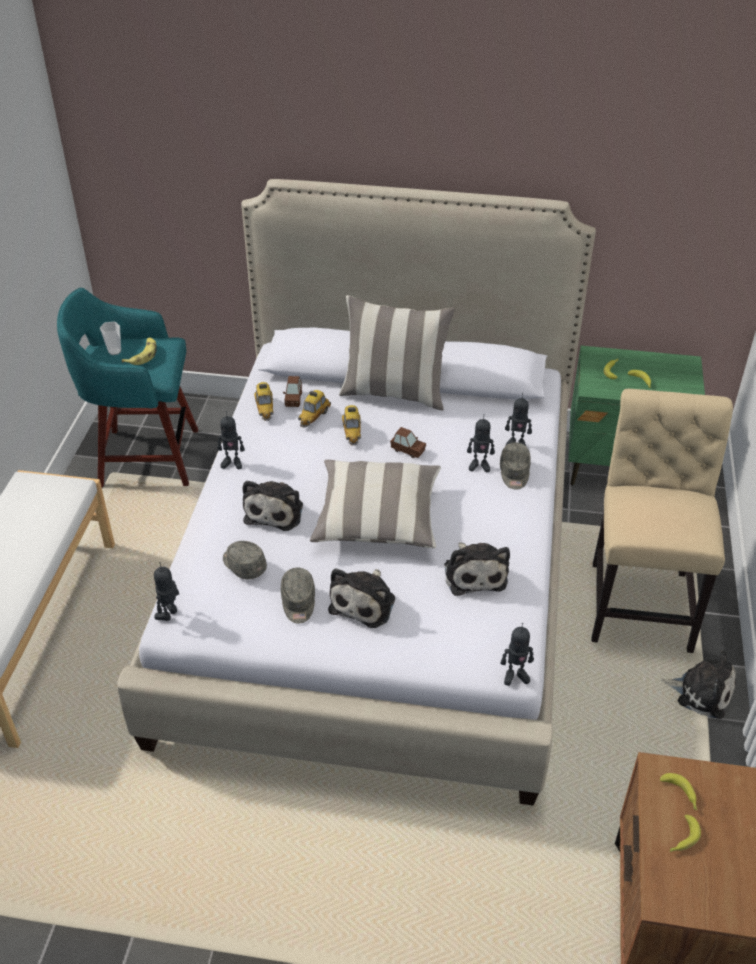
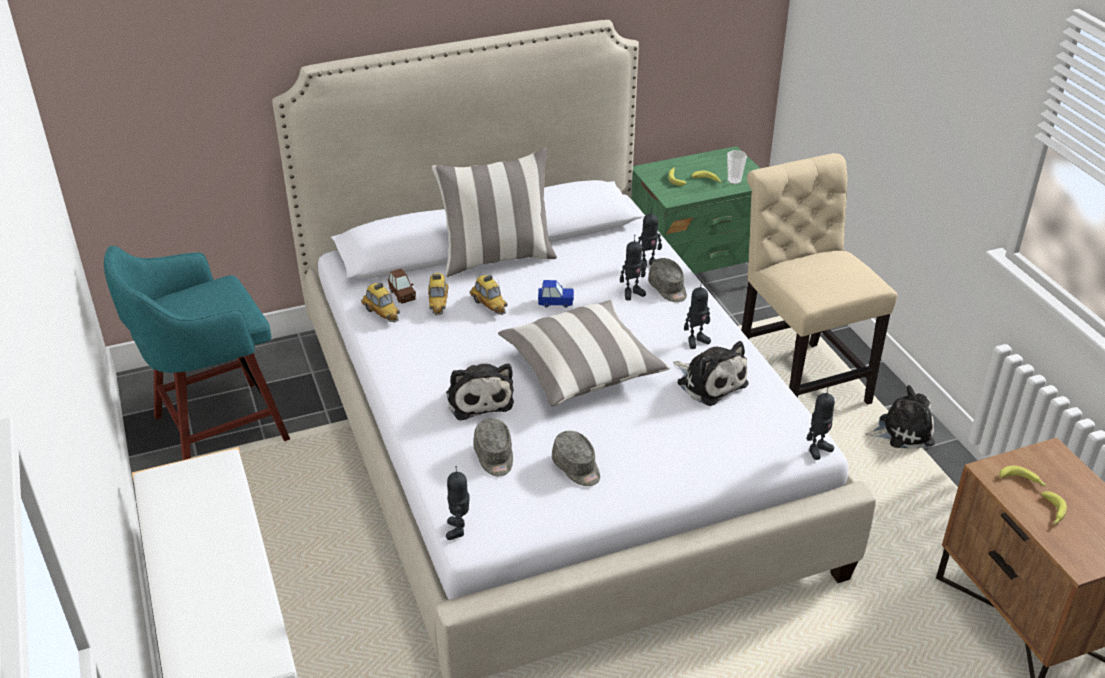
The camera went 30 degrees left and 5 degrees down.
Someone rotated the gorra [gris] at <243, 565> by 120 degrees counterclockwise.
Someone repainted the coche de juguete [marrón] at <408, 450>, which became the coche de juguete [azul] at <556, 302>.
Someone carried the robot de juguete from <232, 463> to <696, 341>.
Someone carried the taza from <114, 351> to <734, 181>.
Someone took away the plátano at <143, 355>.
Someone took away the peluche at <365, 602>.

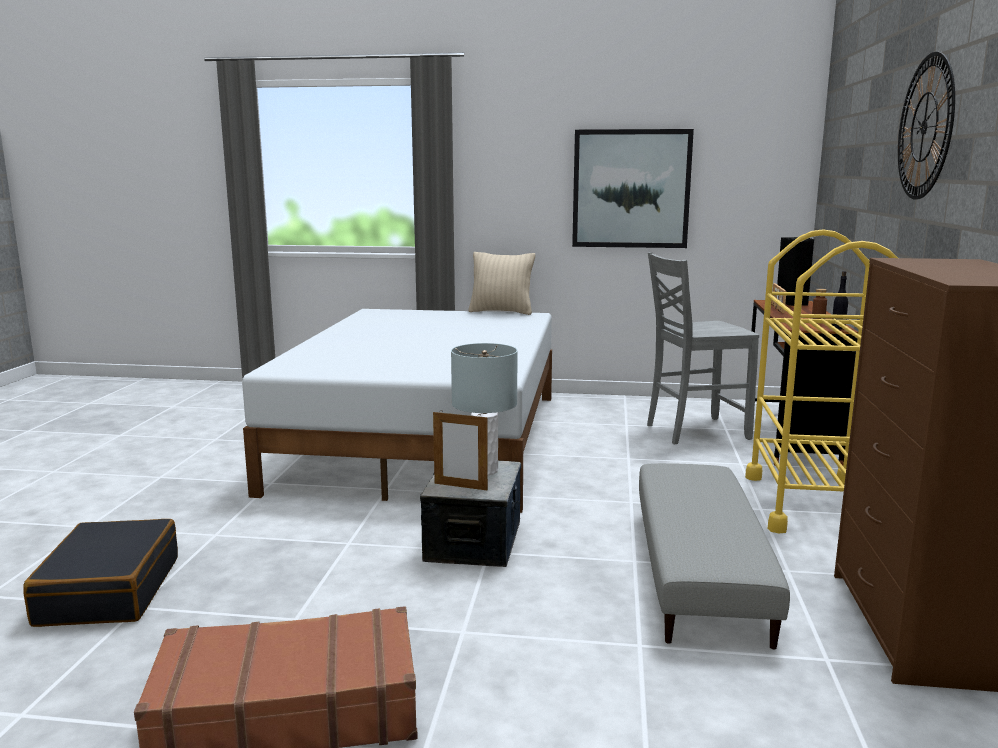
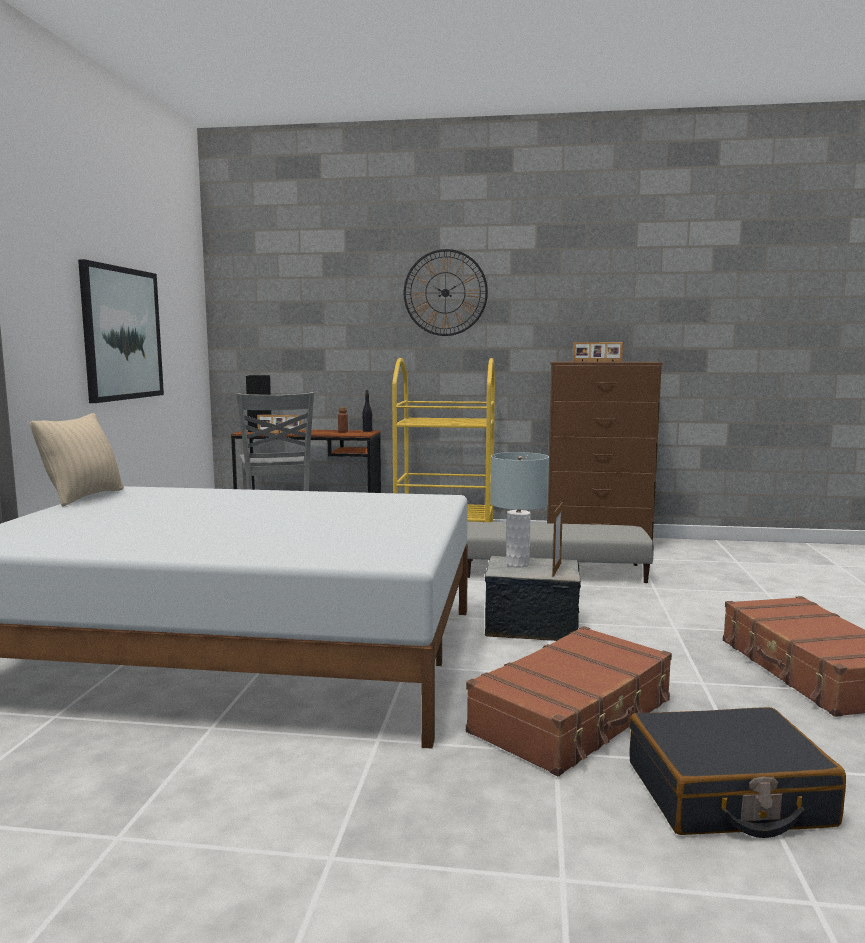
The camera went 90 degrees left and 5 degrees down.
Someone put down the maleta [marrón] at <573, 717>.
Someone put down the portarretratos at <597, 361>.

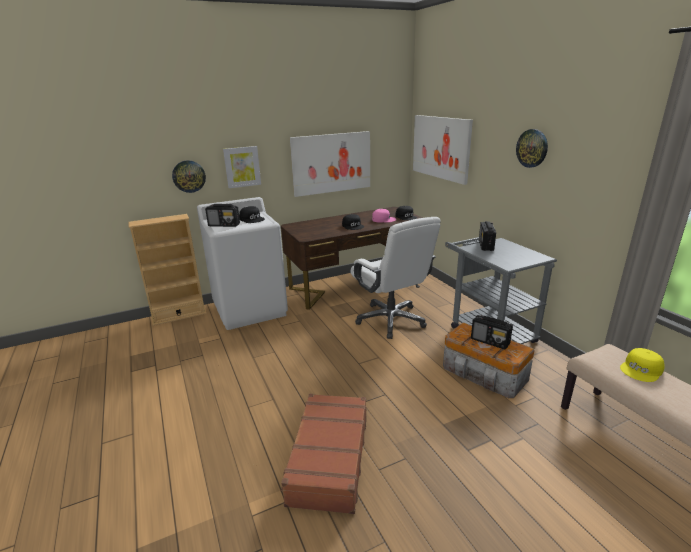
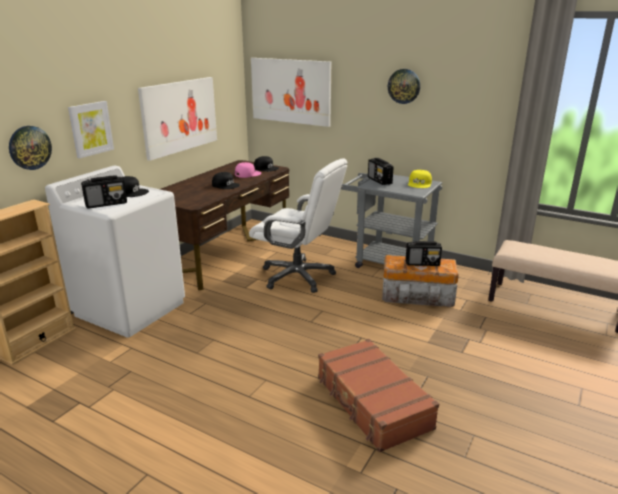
The camera went 35 degrees left and 0 degrees up.
Someone carried the gorra [amarillo] from <642, 370> to <420, 184>.

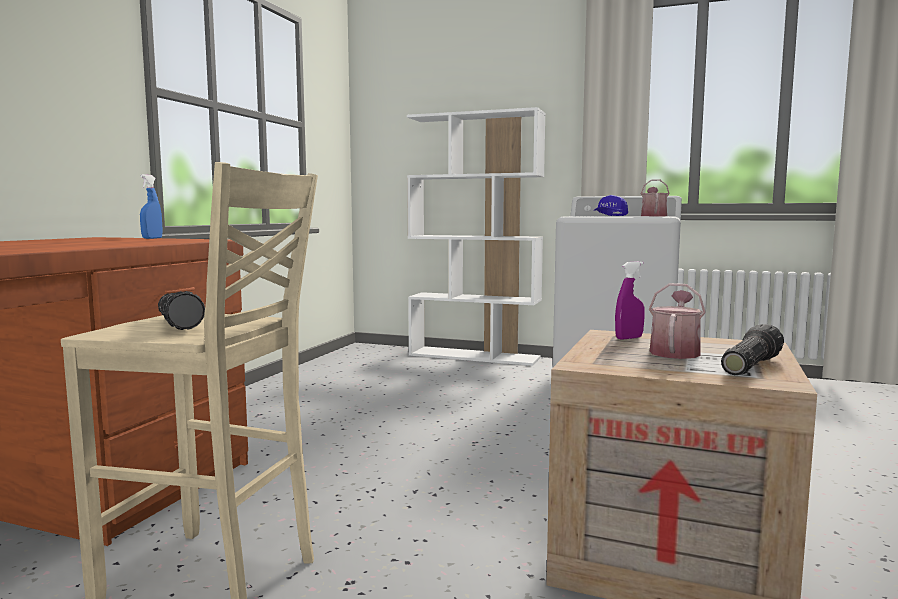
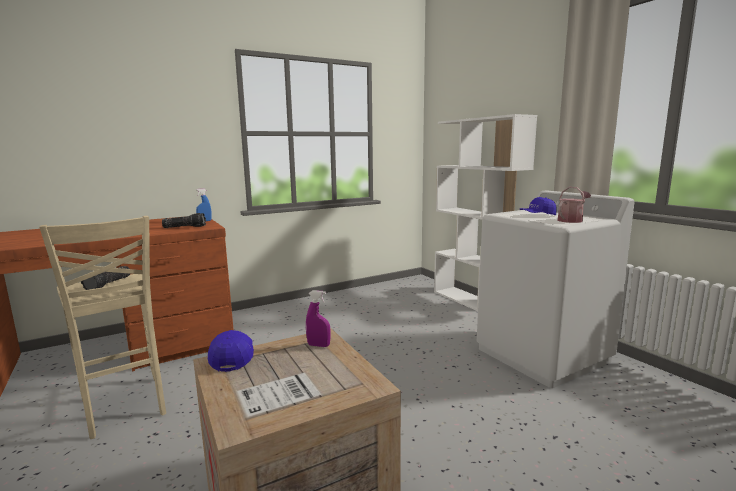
The camera went 40 degrees right and 5 degrees up.
Someone carried the linterna from <748, 365> to <185, 227>.
Someone put down the gorra [azul] at <233, 357>.
Someone took away the regadera at <675, 351>.

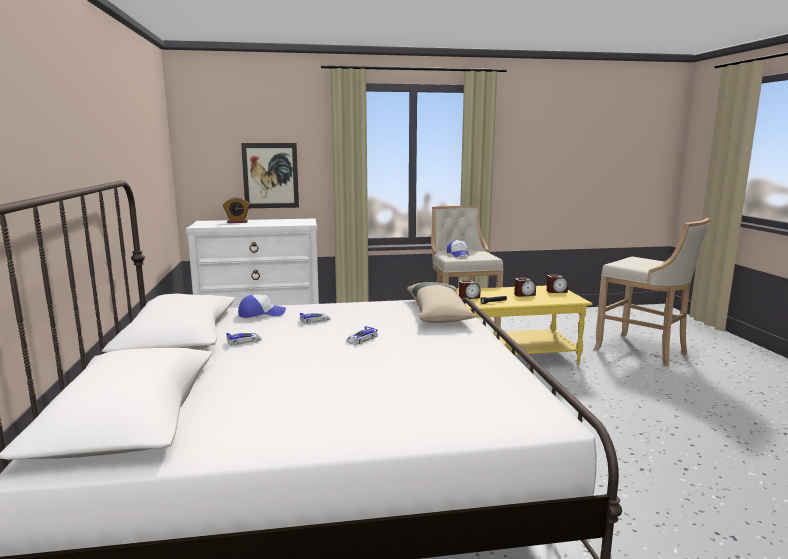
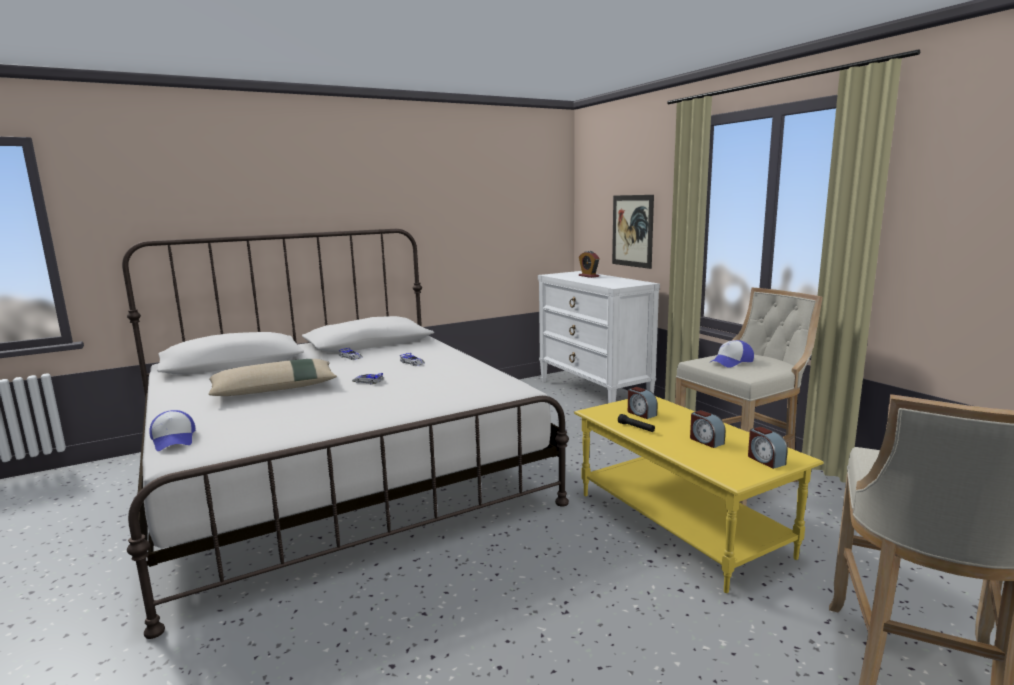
The camera went 70 degrees right and 0 degrees up.
Someone carried the gorra from <261, 314> to <174, 439>.
Someone carried the cojín [beis] from <439, 312> to <275, 389>.

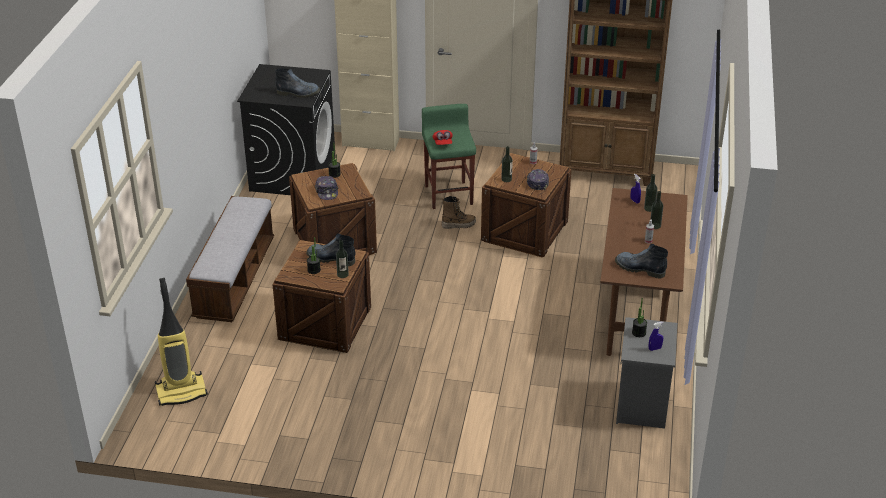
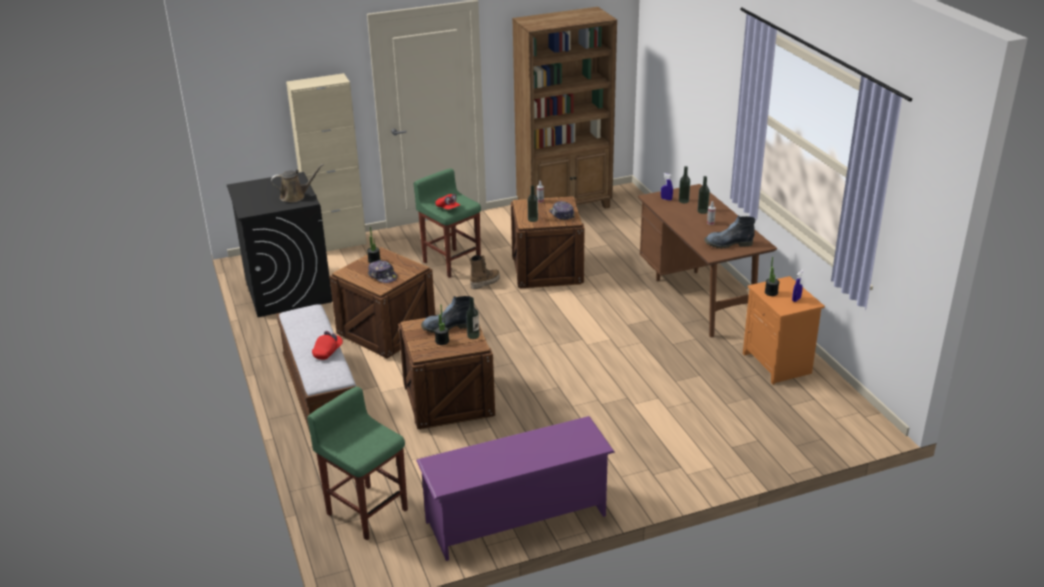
The camera went 30 degrees left and 5 degrees down.
Someone swapped the bota at <299, 93> for the regadera [marrón] at <295, 196>.
Someone swapped the aspiradora at <181, 392> for the taburete [verde] at <366, 511>.
Someone put down the gorra [rojo] at <328, 352>.
Someone put down the zapatero [morado] at <517, 519>.
Someone repainted the mesita de noche [gris] at <642, 406>, which became the mesita de noche [naranja] at <778, 364>.

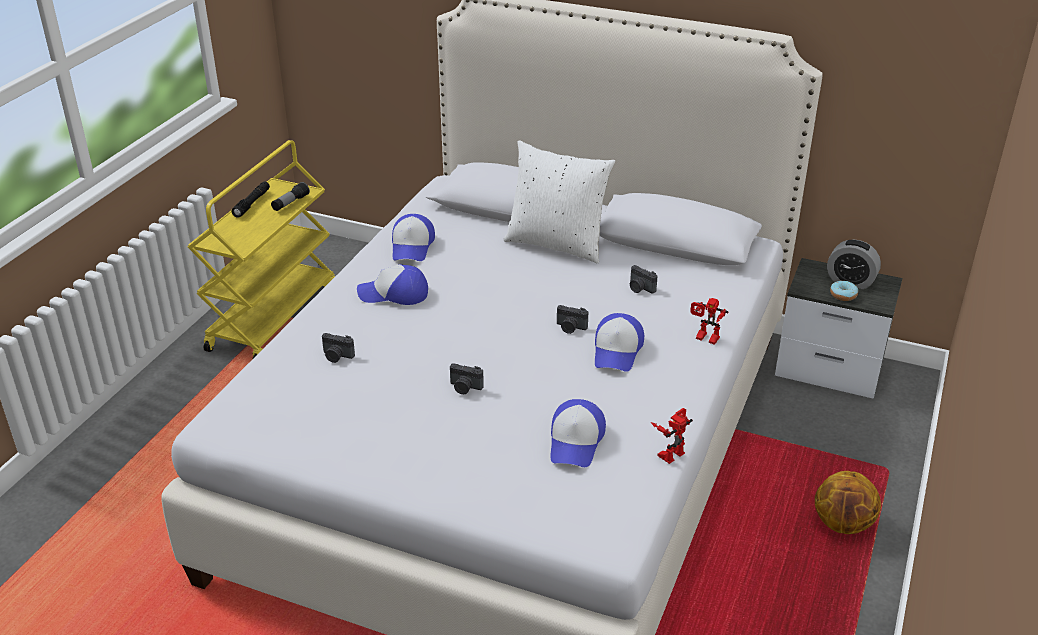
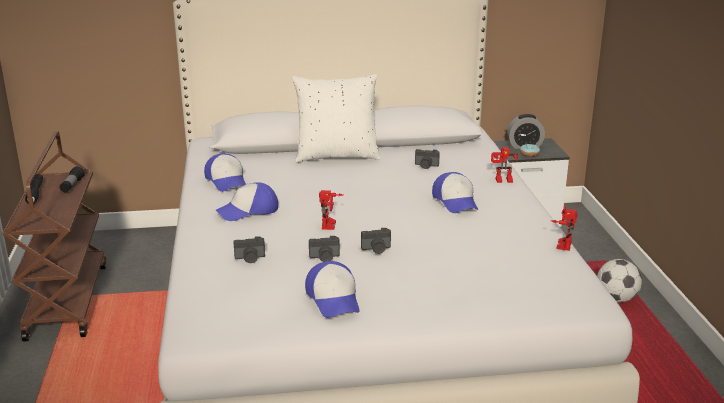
The camera went 30 degrees left and 10 degrees down.
Someone repainted the carrito [amarillo] at <273, 317>, which became the carrito [marrón] at <66, 300>.
Someone carried the gorra from <576, 441> to <334, 299>.
Someone carried the cámara from <570, 328> to <324, 258>.
Someone put down the robot de juguete at <331, 226>.
Someone swapped the balón de baloncesto at <843, 524> for the balón de fútbol at <616, 299>.

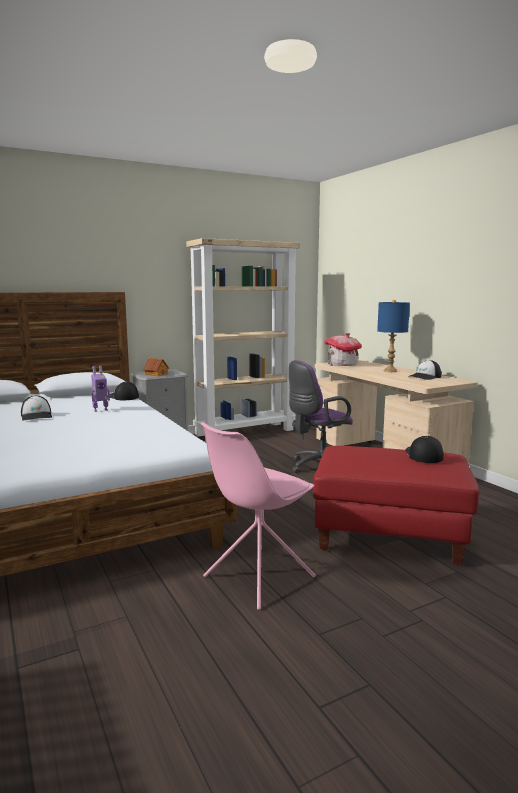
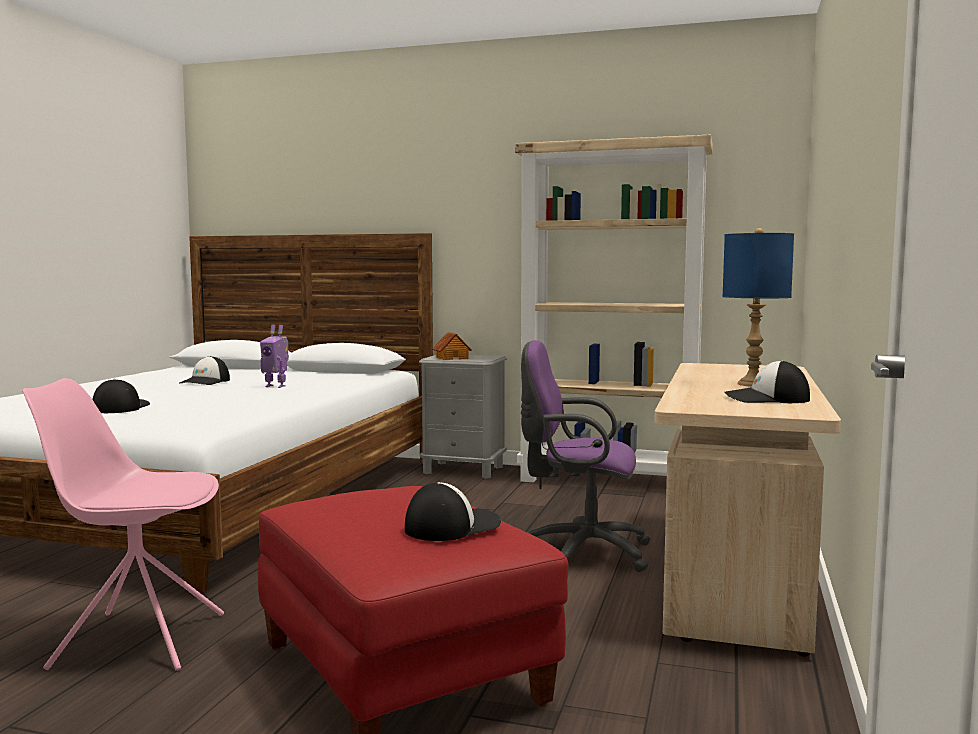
The camera went 45 degrees right and 5 degrees down.
Someone carried the gorra from <123, 397> to <120, 408>.
Someone took away the casita at <342, 364>.

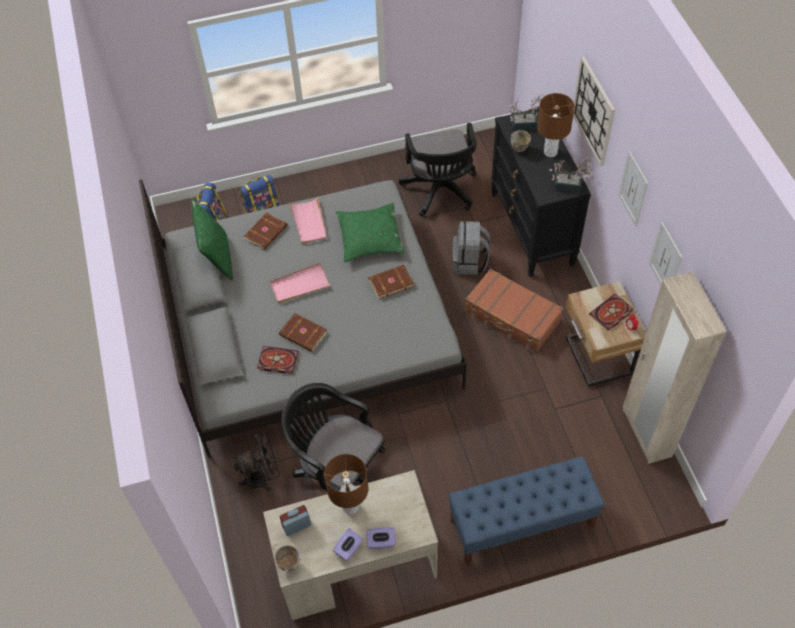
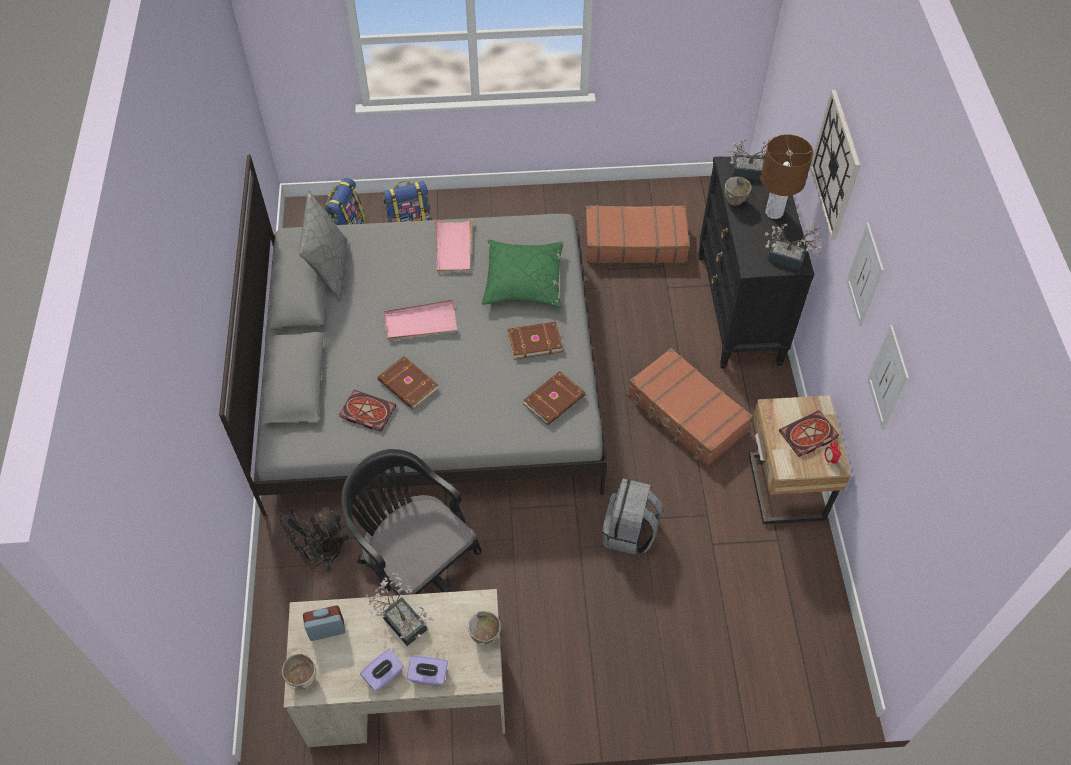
The camera went 10 degrees right and 0 degrees up.
Someone rotated the ventilador [negro] at <262, 477> by 150 degrees clockwise.
Someone repainted the cojín [verde] at <217, 257>, which became the cojín [gris] at <329, 270>.
Someone swapped the lámpara de mesa [marrón] at <350, 506> for the planta en maceta at <402, 620>.
Someone put down the cuenco at <484, 638>.
Someone carried the libro [marrón] from <266, 232> to <555, 400>.
Someone swapped the silla de oficina [negro] at <440, 192> for the maleta [marrón] at <634, 242>.
Someone carried the mochila [gris] from <470, 262> to <629, 532>.
Someone took away the banco [azul] at <521, 524>.
Someone took away the armario ropero [beis] at <646, 433>.

